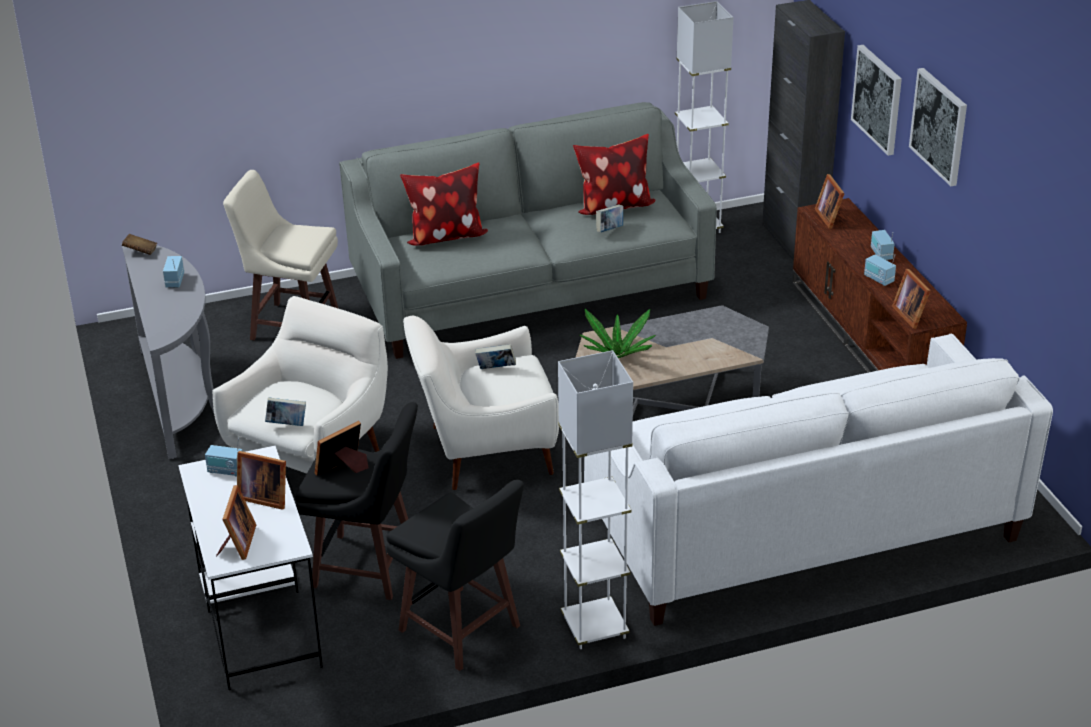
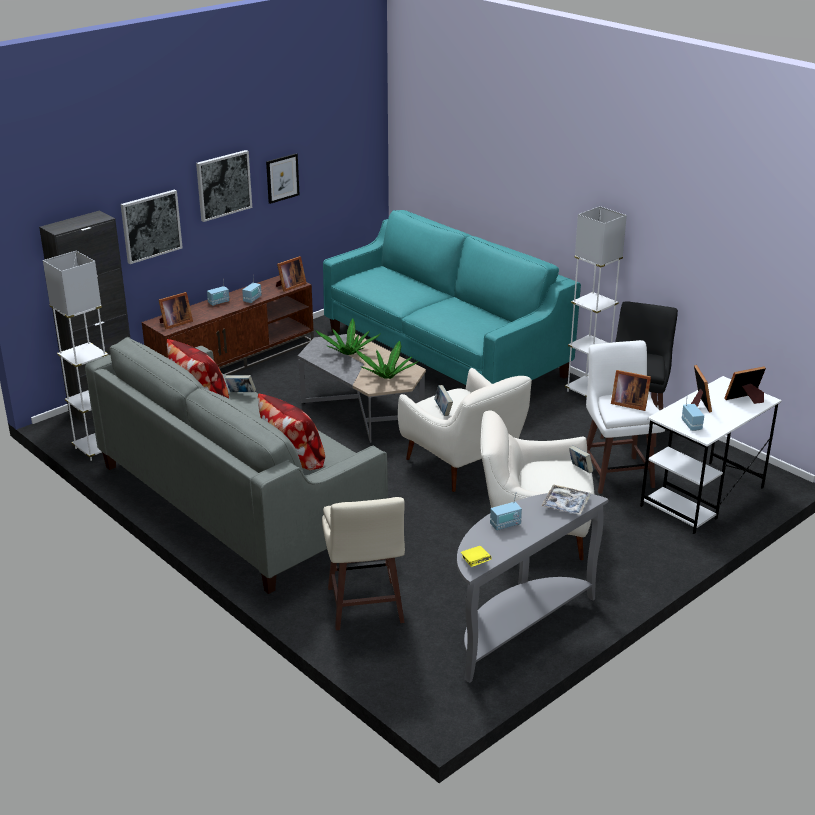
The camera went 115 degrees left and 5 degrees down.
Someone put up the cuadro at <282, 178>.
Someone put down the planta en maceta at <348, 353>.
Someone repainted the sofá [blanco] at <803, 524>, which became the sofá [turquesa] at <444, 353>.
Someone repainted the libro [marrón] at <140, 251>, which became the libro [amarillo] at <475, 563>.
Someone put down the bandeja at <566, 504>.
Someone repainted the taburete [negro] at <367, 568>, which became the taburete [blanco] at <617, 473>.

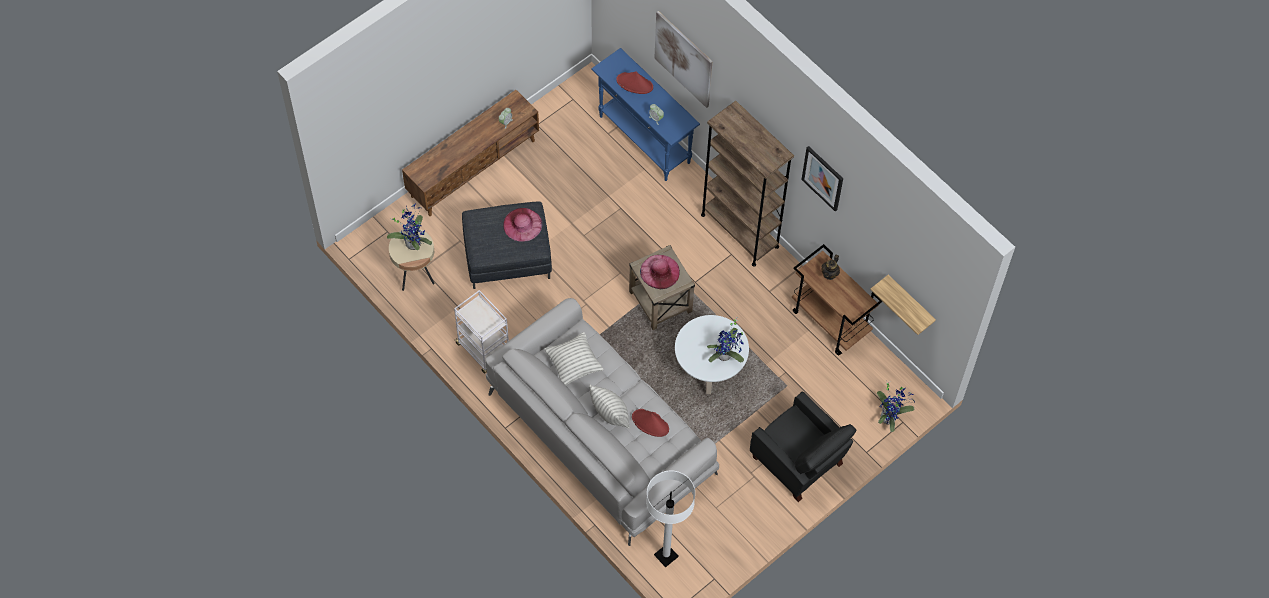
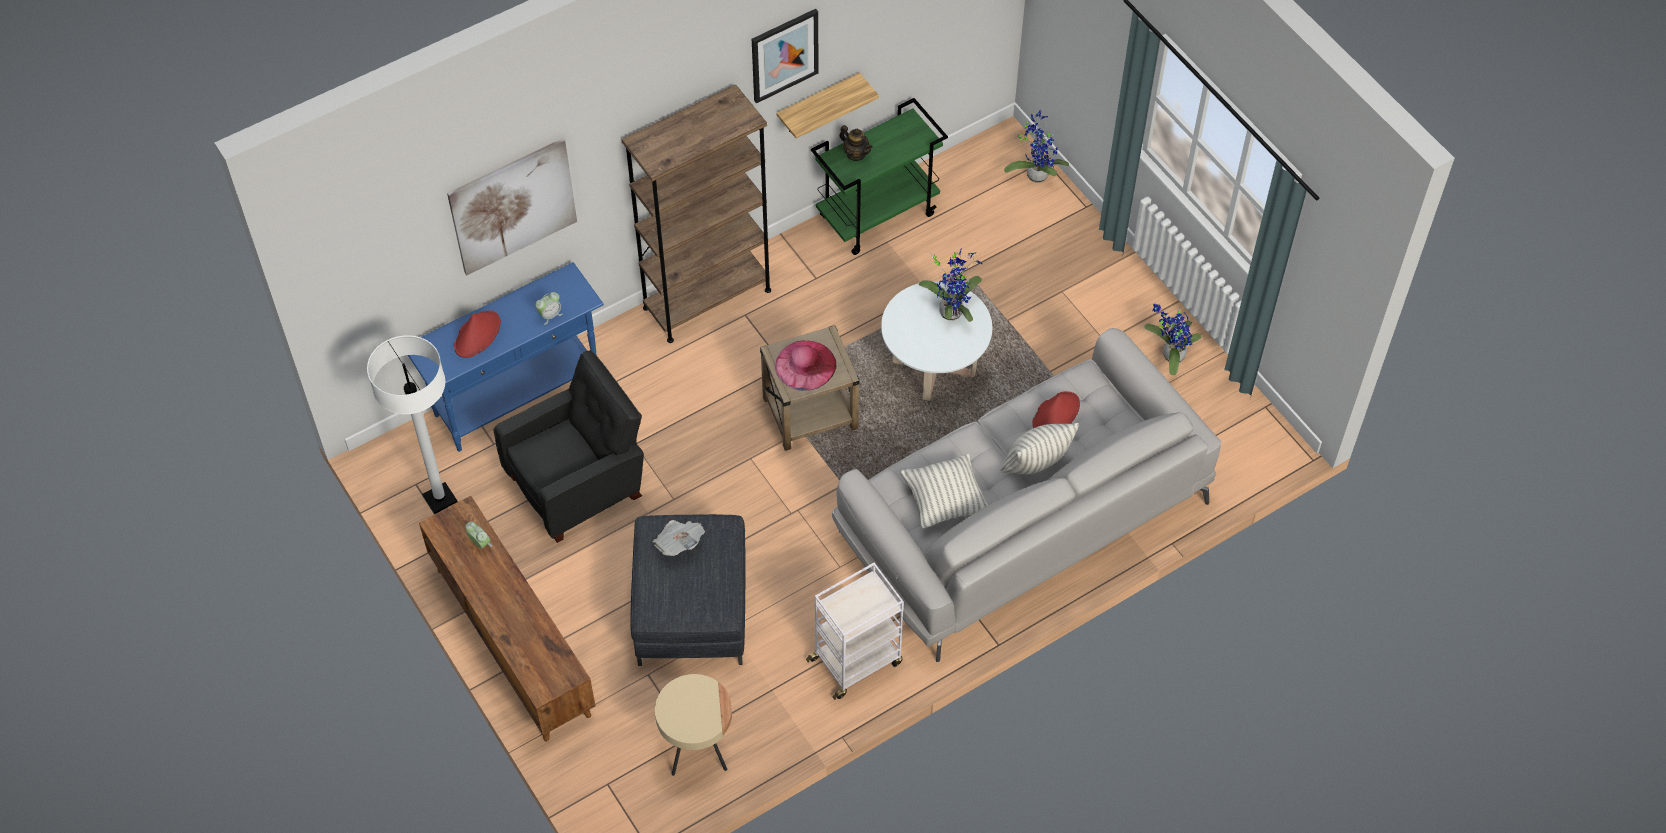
The camera went 80 degrees left and 5 degrees down.
Someone carried the lámpara de pie [blanco] from <666, 556> to <440, 499>.
Someone carried the sillón [negro] from <799, 462> to <580, 484>.
Someone swapped the sombrero [rosa] at <522, 224> for the periódico at <679, 543>.
Someone carried the estante from <910, 302> to <818, 104>.
Someone repainted the carrito [marrón] at <831, 322>, which became the carrito [verde] at <878, 214>.
Someone carried the planta en maceta from <413, 242> to <1170, 355>.

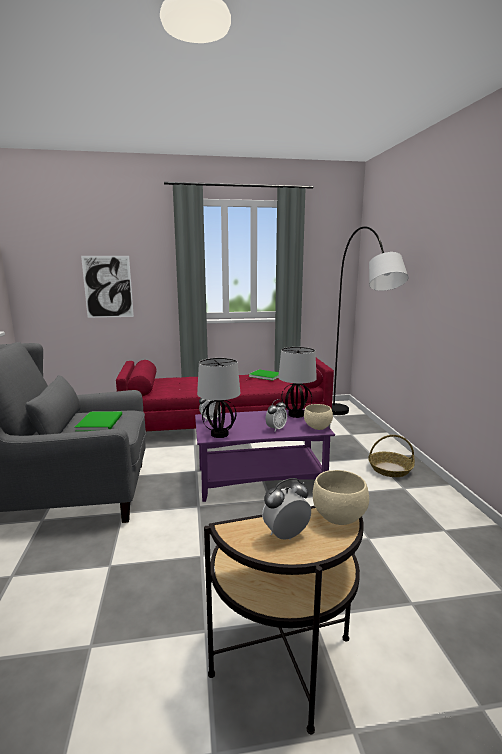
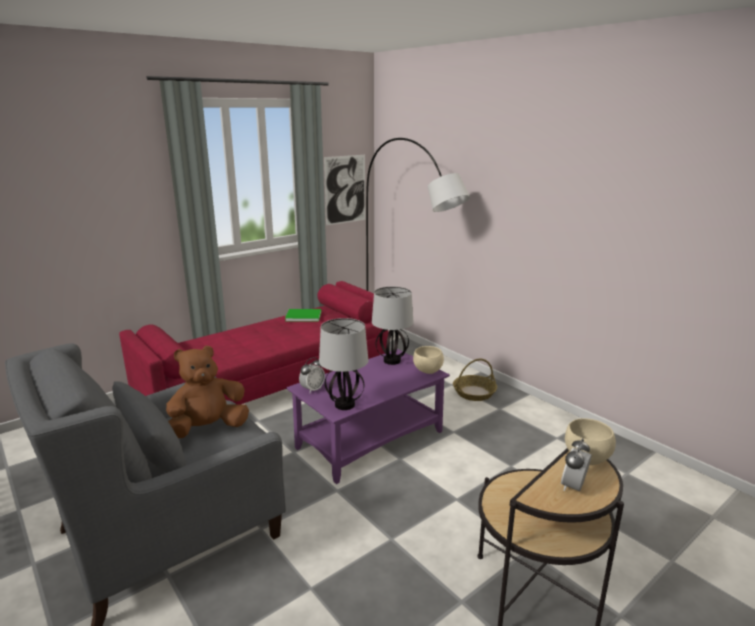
The camera went 30 degrees left and 5 degrees up.
Someone swapped the libro [verde] at <101, 422> for the peluche [marrón] at <207, 429>.
Someone carried the cuadro from <108, 287> to <345, 189>.
Someone took away the despertador at <276, 429>.

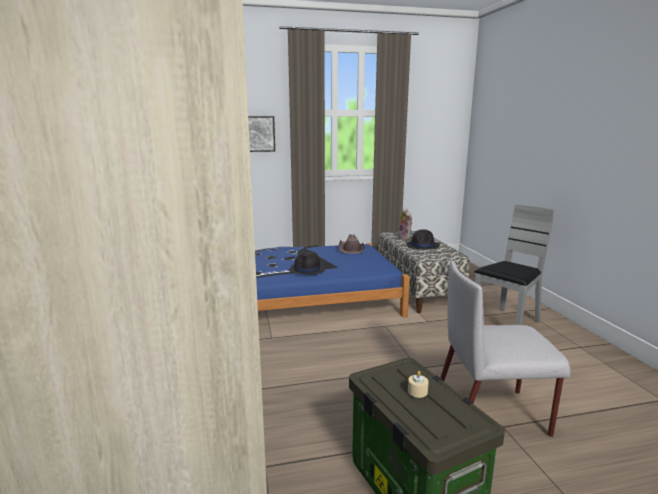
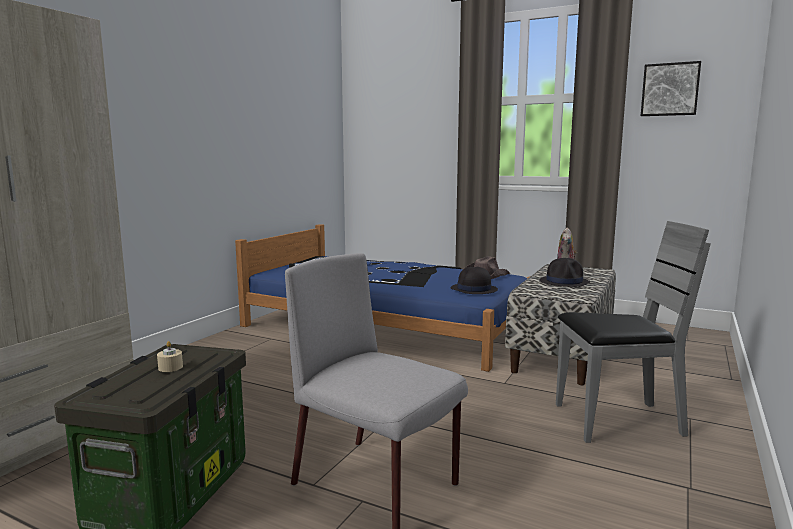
The camera went 40 degrees right and 5 degrees down.
Someone carried the sombrero [negro] from <307, 270> to <473, 290>.
Someone carried the cuadro from <257, 134> to <670, 89>.

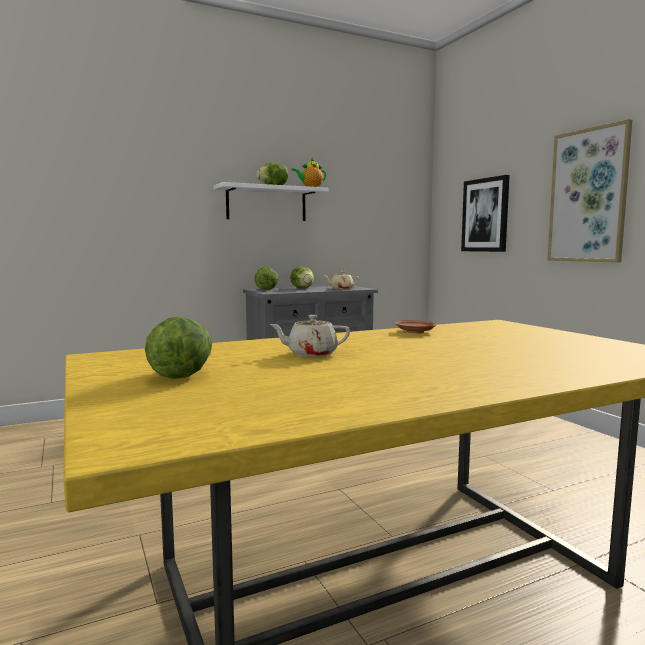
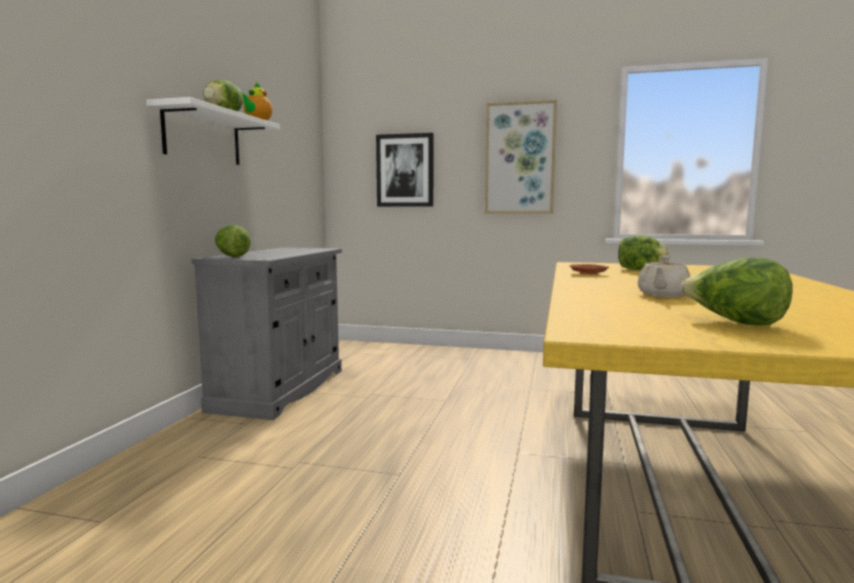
The camera went 50 degrees left and 0 degrees up.
Someone carried the lechuga from <303, 288> to <639, 270>.
Someone took away the tetera [beis] at <341, 289>.

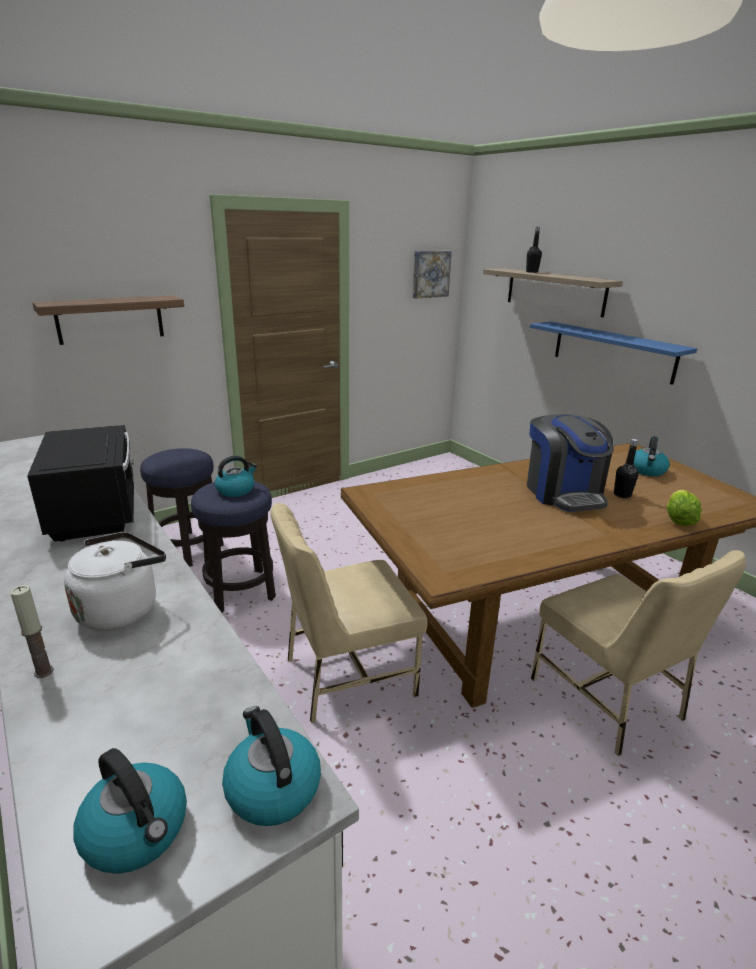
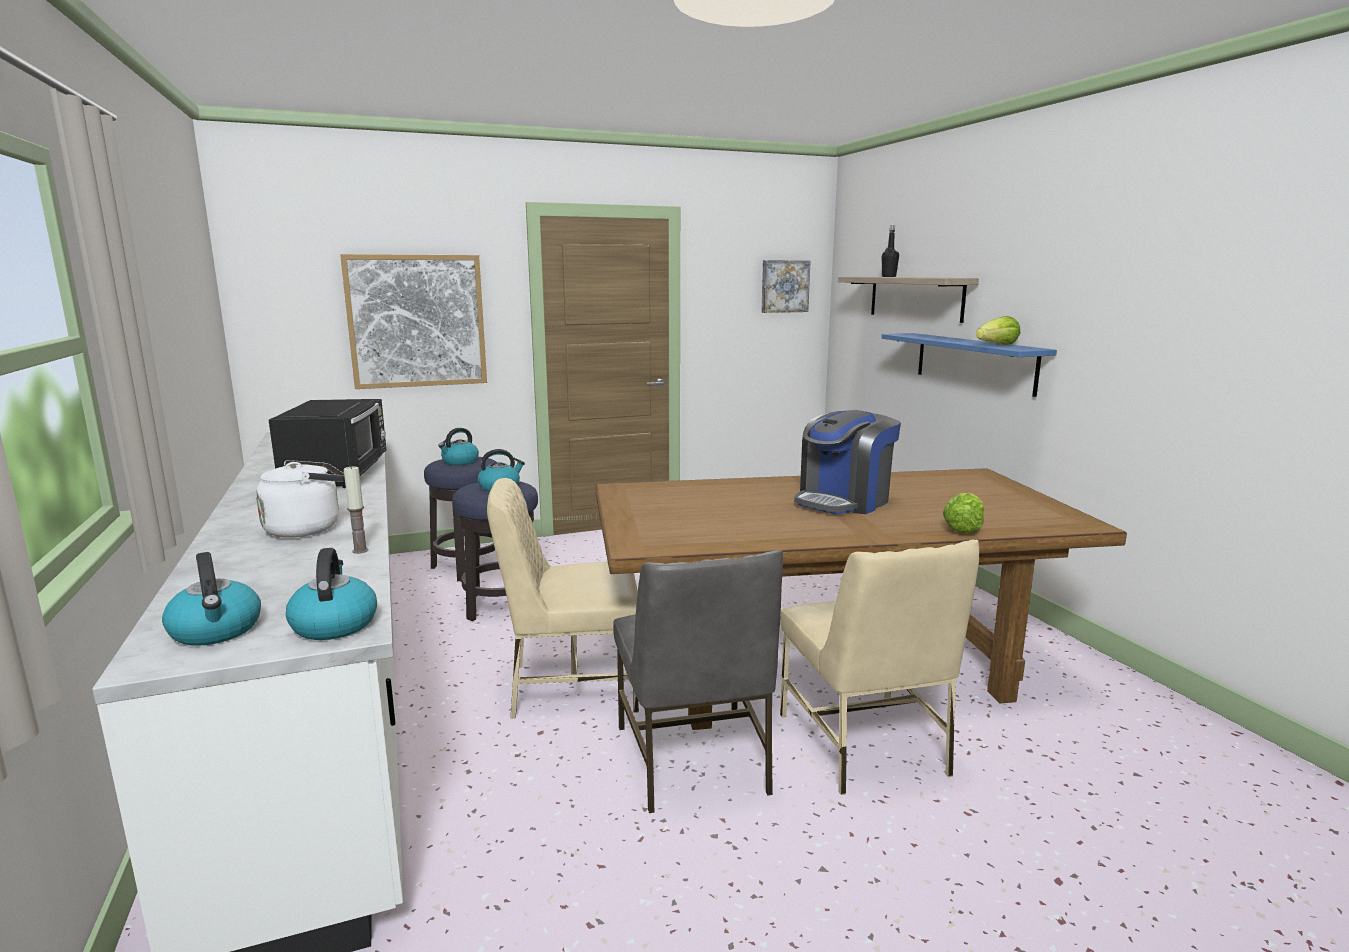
The camera went 15 degrees right and 10 degrees down.
Someone swapped the estante at <110, 319> for the cuadro at <417, 321>.
Someone carried the vela from <43, 672> to <360, 551>.
Someone carried the hervidor from <647, 471> to <460, 462>.
Someone put down the silla [gris] at <693, 760>.
Someone rotated the cafetera at <563, 493> by 45 degrees clockwise.
Someone put down the lechuga at <997, 345>.
Someone took away the botella [negro] at <622, 495>.

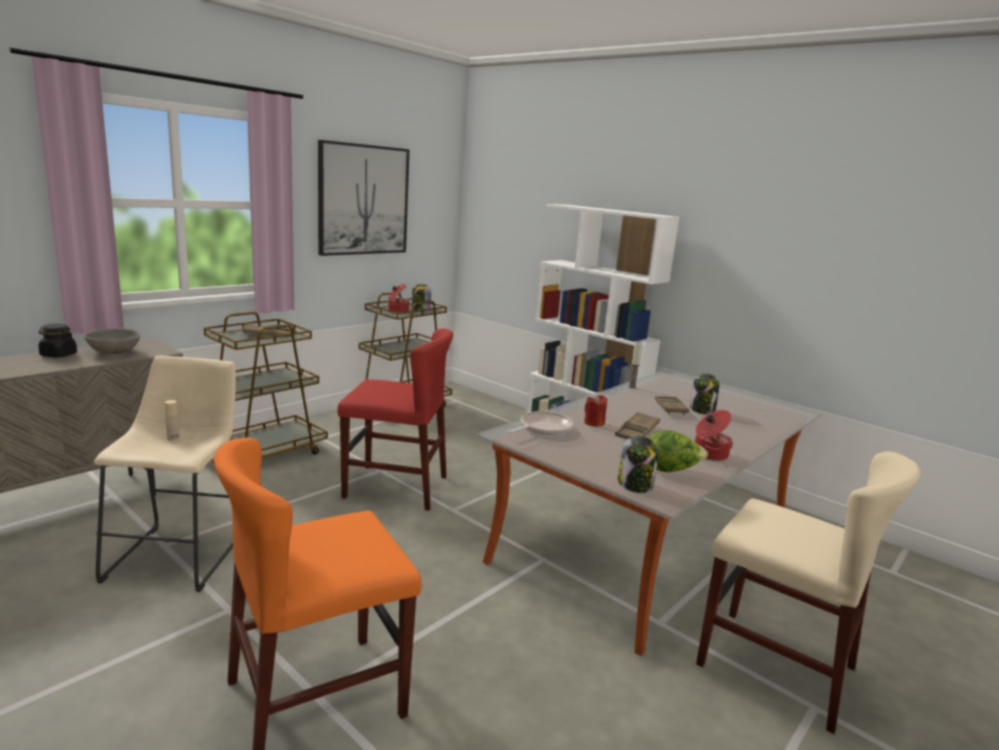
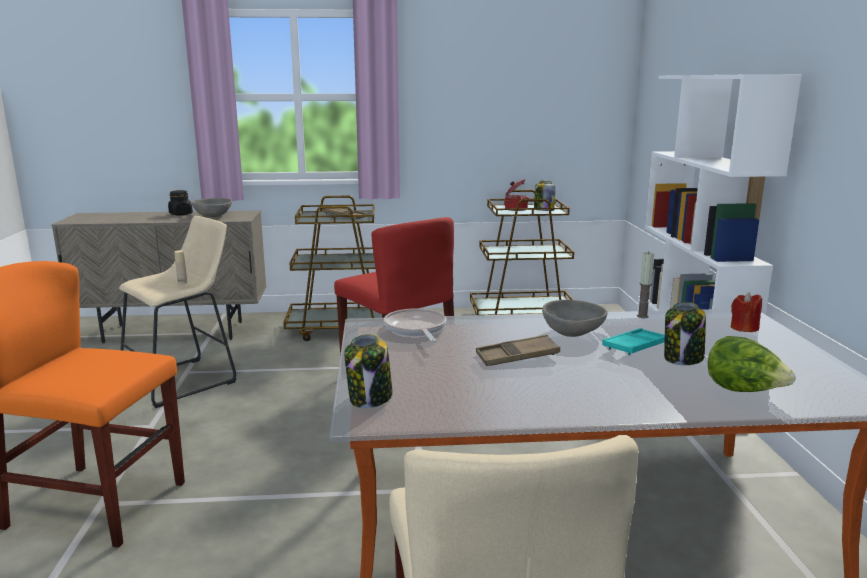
The camera went 45 degrees right and 0 degrees up.
Someone rotated the sartén at <543, 428> by 105 degrees counterclockwise.
Someone put down the cuenco [gris] at <572, 333>.
Someone repainted the bandeja [marrón] at <670, 408>, which became the bandeja [turquesa] at <635, 346>.
Someone carried the lechuga from <671, 470> to <743, 391>.
Someone carried the vela [rojo] from <594, 423> to <744, 328>.
Someone took away the cuadro at <363, 200>.
Someone took away the olla at <709, 454>.

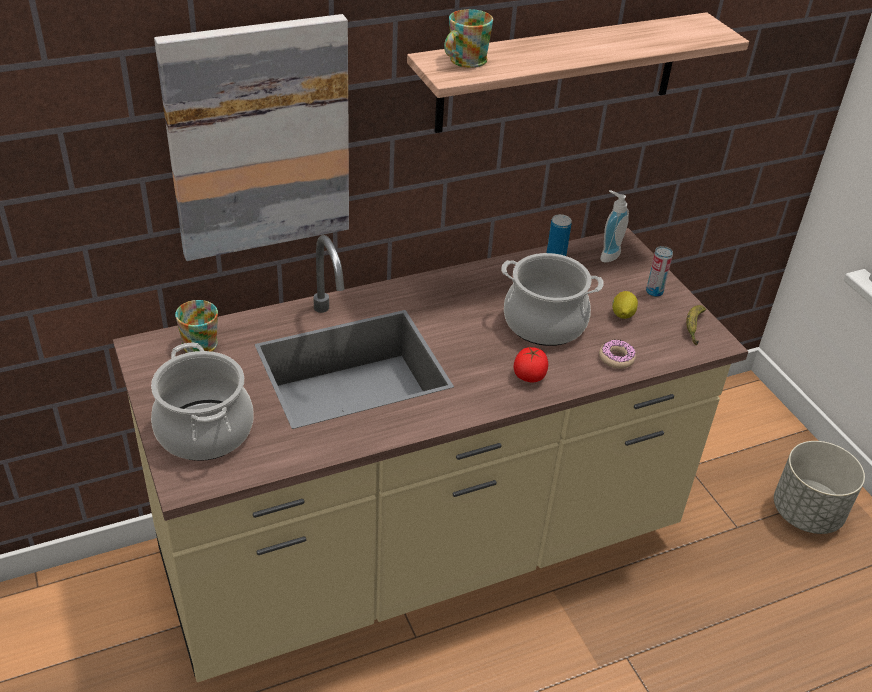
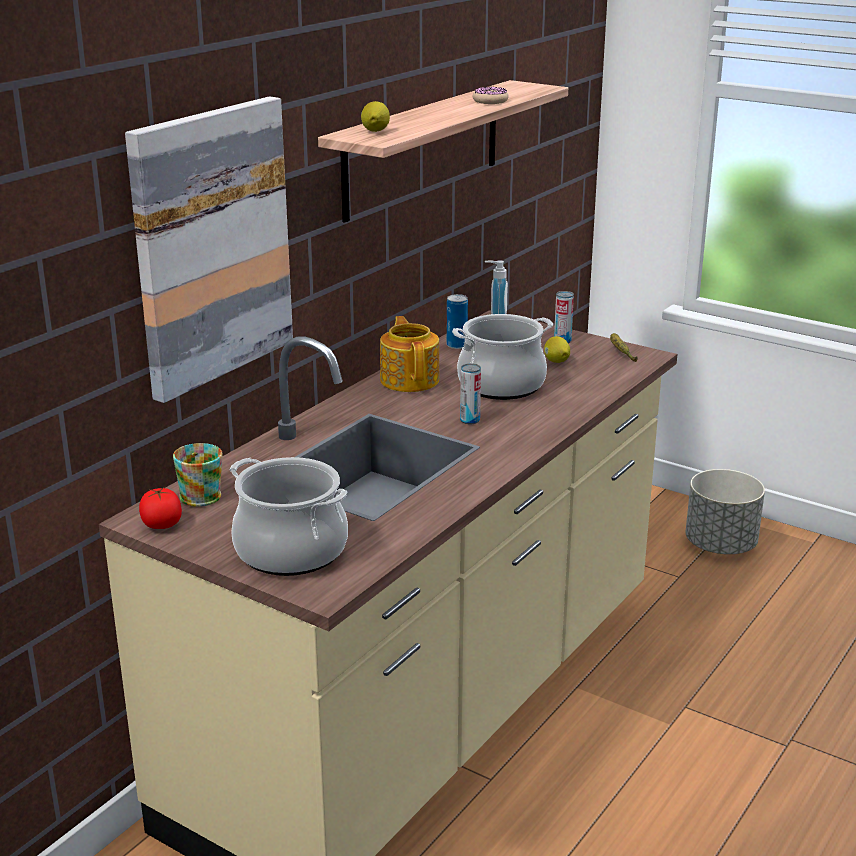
The camera went 30 degrees left and 15 degrees down.
Someone carried the tomate from <529, 376> to <161, 525>.
Someone swapped the taza grande at <463, 61> for the limón at <375, 131>.
Someone put down the tetera at <410, 379>.
Someone put down the lata at <470, 420>.
Someone carried the rosquilla from <616, 358> to <490, 101>.

